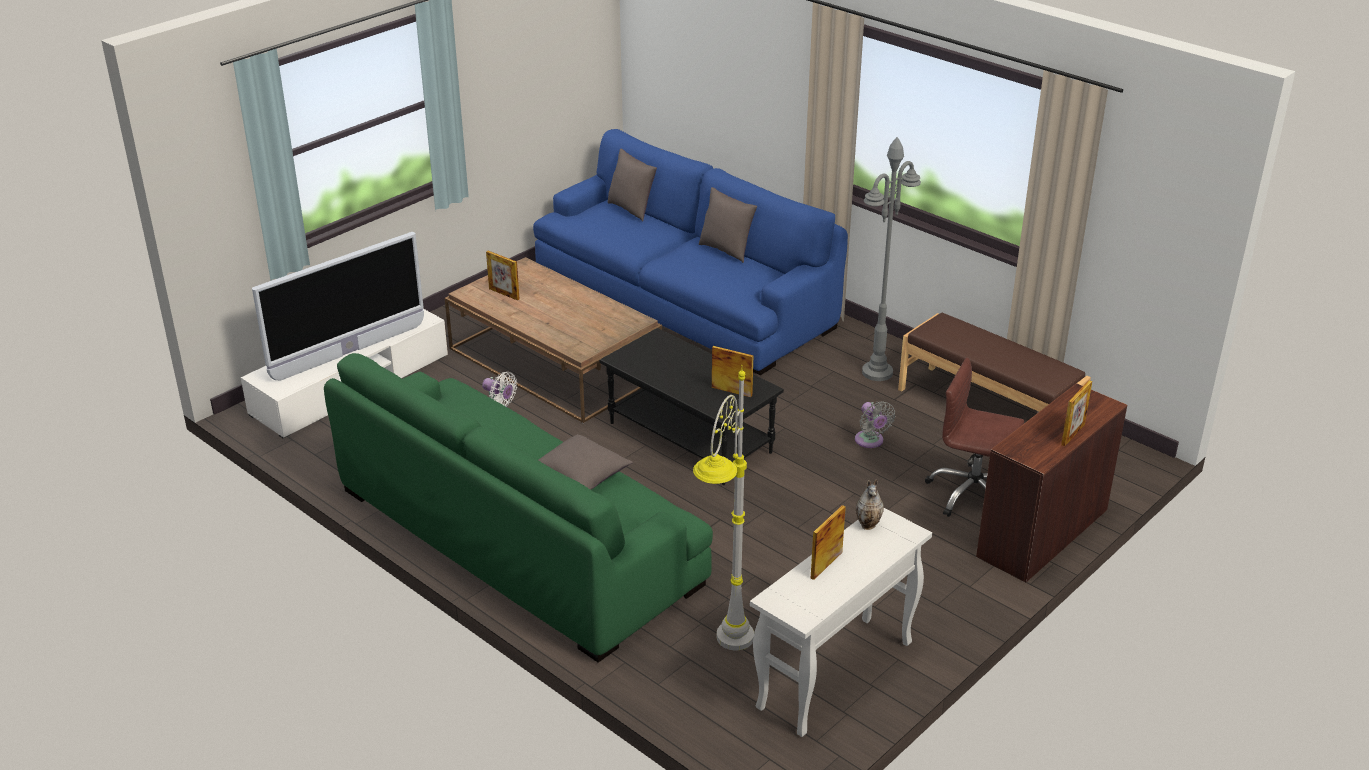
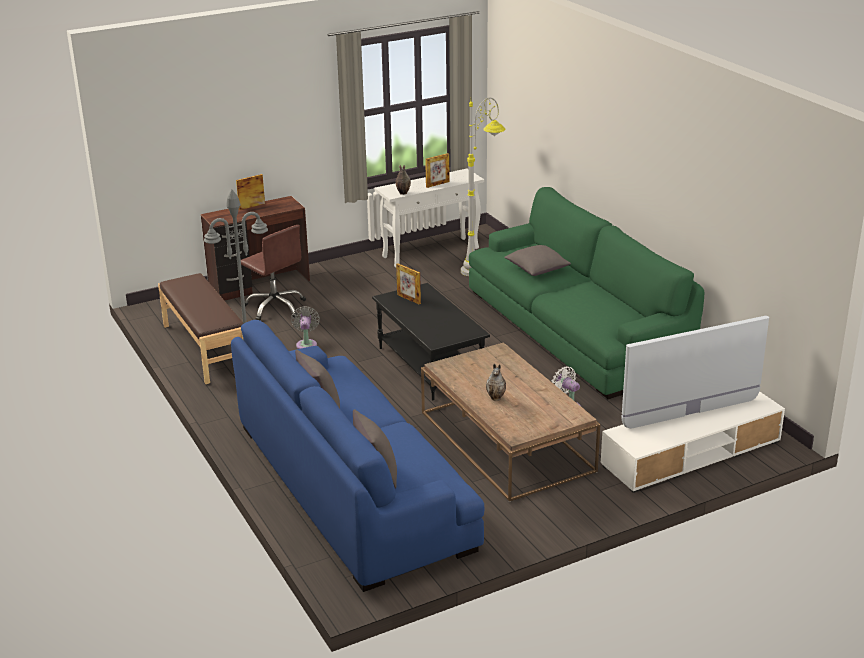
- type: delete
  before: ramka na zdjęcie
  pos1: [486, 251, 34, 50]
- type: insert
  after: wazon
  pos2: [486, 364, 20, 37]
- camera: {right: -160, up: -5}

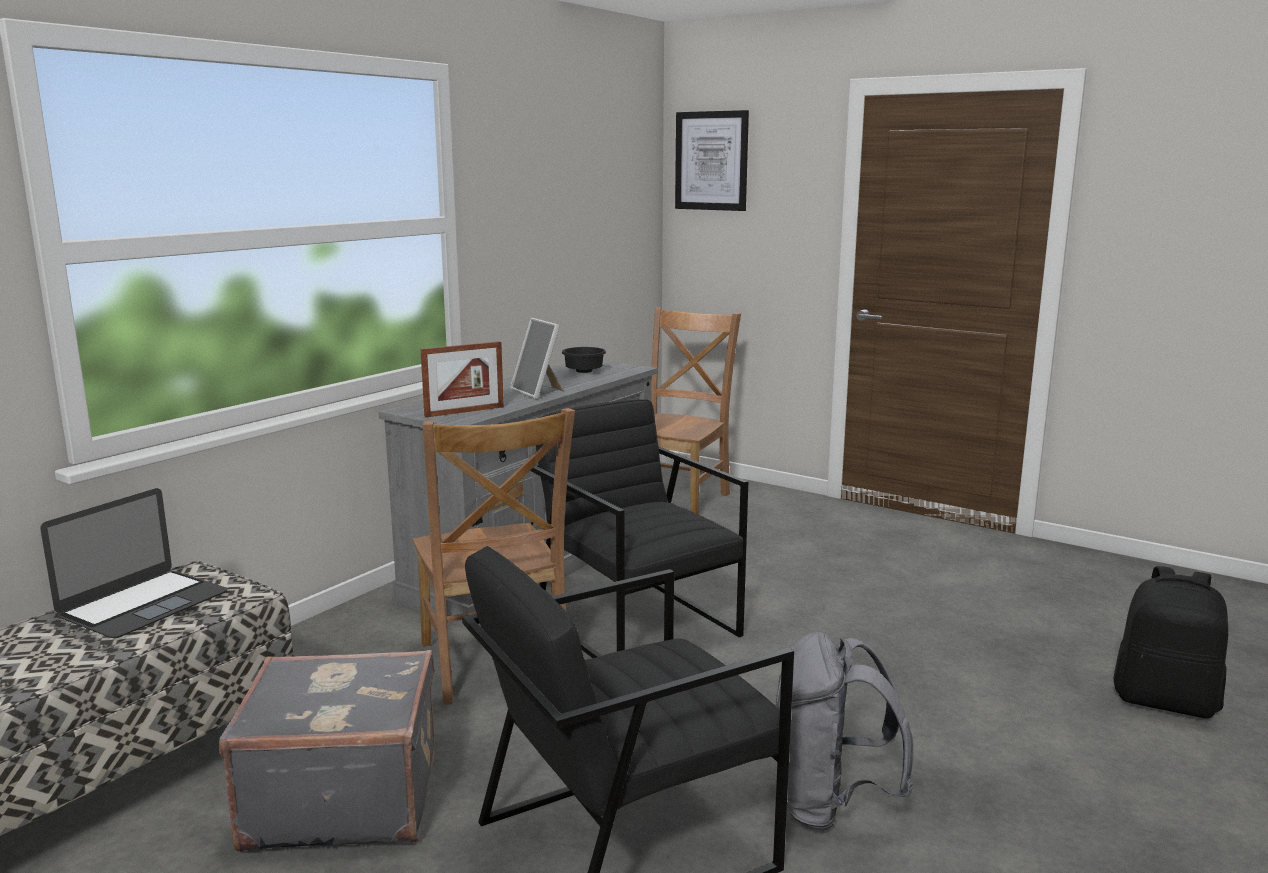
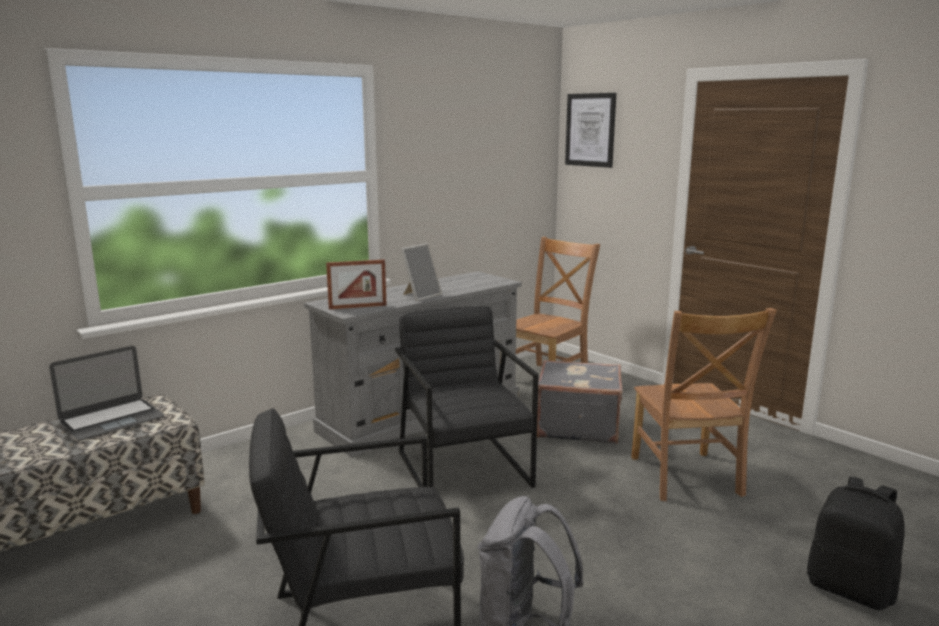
- type: delete
  before: miska (czarny)
  pos1: [562, 347, 44, 26]
- type: move
  before: walizka (szary)
  pos1: [219, 650, 216, 202]
  pos2: [537, 360, 86, 84]
- type: move
  before: krzesło (brązowy)
  pos1: [413, 408, 162, 297]
  pos2: [631, 308, 146, 193]
- type: rotate
  before: ramka na zdjęcie
  pos1: [510, 318, 54, 81]
  pos2: [401, 243, 41, 58]
  turn: -120
- camera: {right: 15, up: 0}

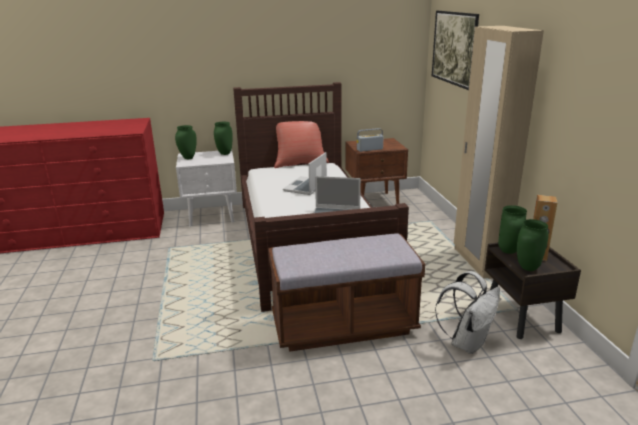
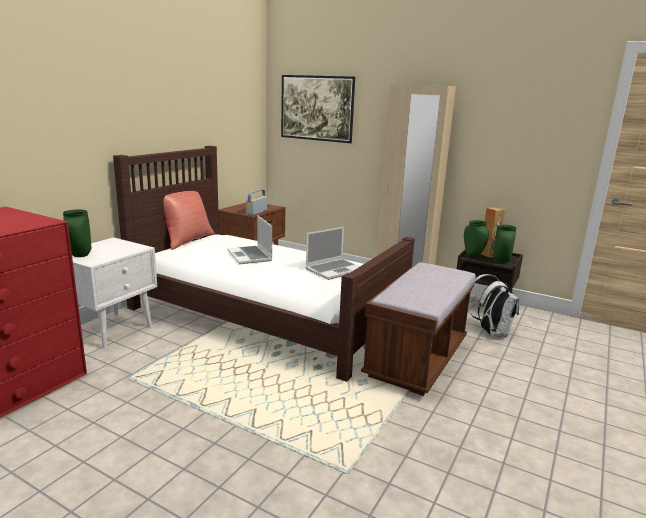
- type: delete
  before: wazon (zielony)
  pos1: [214, 122, 19, 33]
- camera: {right: -50, up: -5}

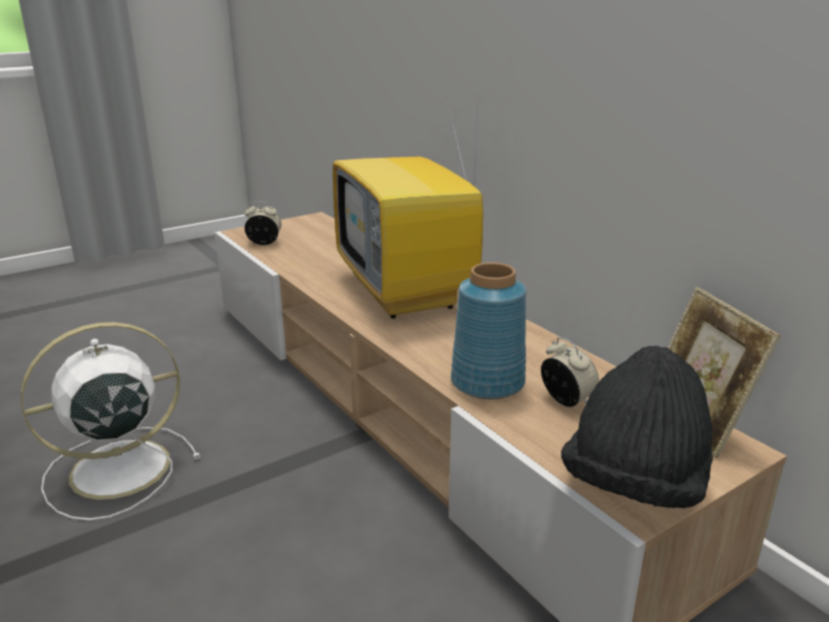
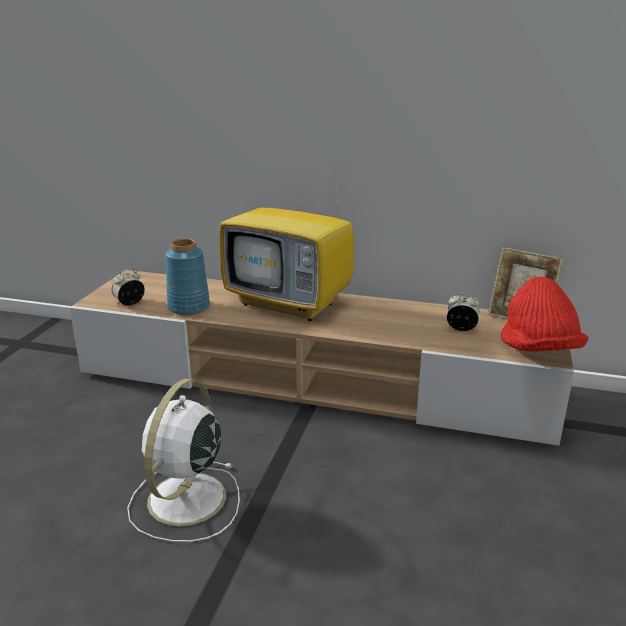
- type: move
  before: wazon (niebieski)
  pos1: [451, 262, 75, 137]
  pos2: [165, 239, 45, 76]
- type: recolor
  before: kapelusz (czarny)
  after: kapelusz (czerwony)
  pos1: [561, 346, 152, 162]
  pos2: [501, 277, 87, 75]
- camera: {right: -40, up: 0}

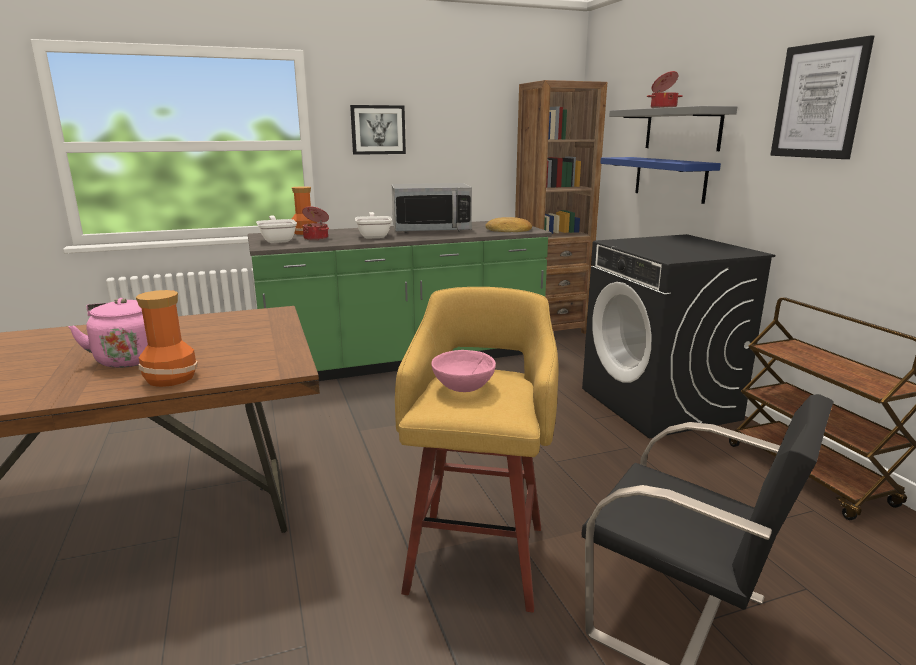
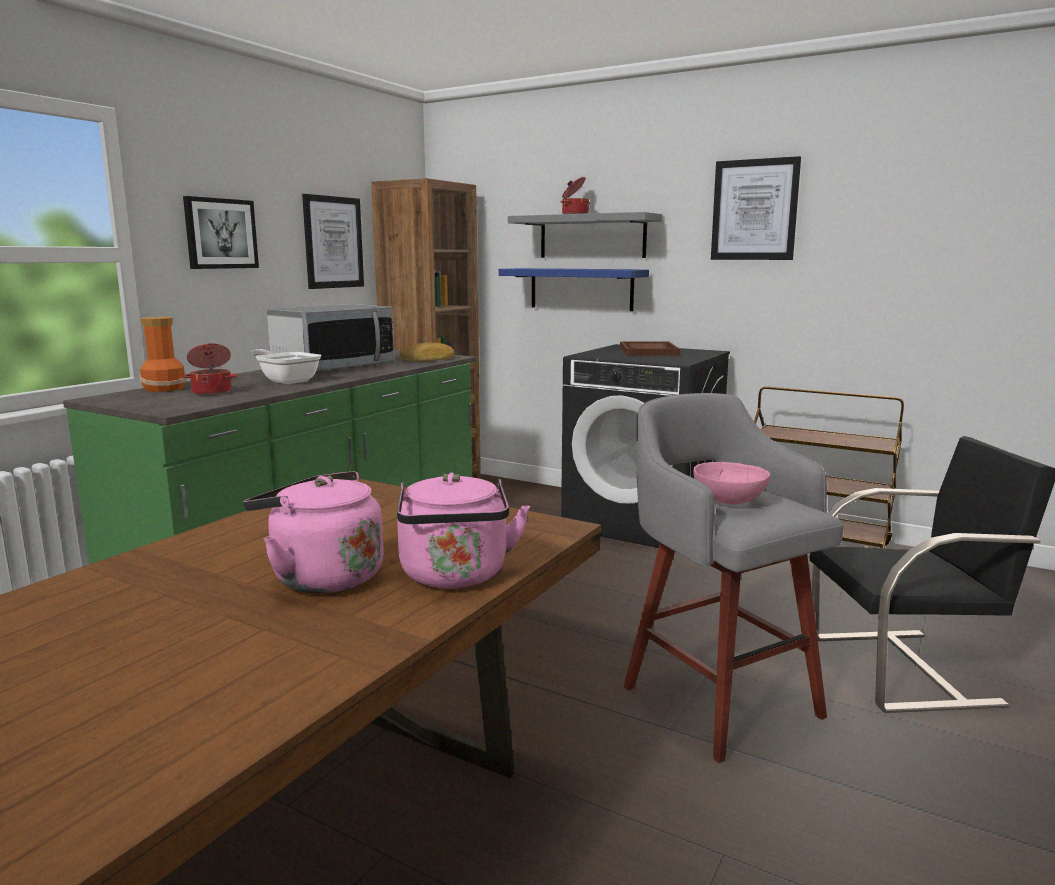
- type: delete
  before: patelnia
  pos1: [256, 216, 41, 27]
- type: insert
  after: obraz
  pos2: [302, 194, 62, 95]
- type: insert
  after: taca (brązowy)
  pos2: [620, 341, 60, 15]
- type: replace
  before: wazon
  after: czajnik (różowy)
  pos1: [136, 290, 62, 97]
  pos2: [397, 473, 133, 115]
- type: recolor
  before: stołek (żółty)
  after: stołek (szary)
  pos1: [395, 287, 163, 326]
  pos2: [623, 393, 221, 370]
- camera: {right: -40, up: -5}

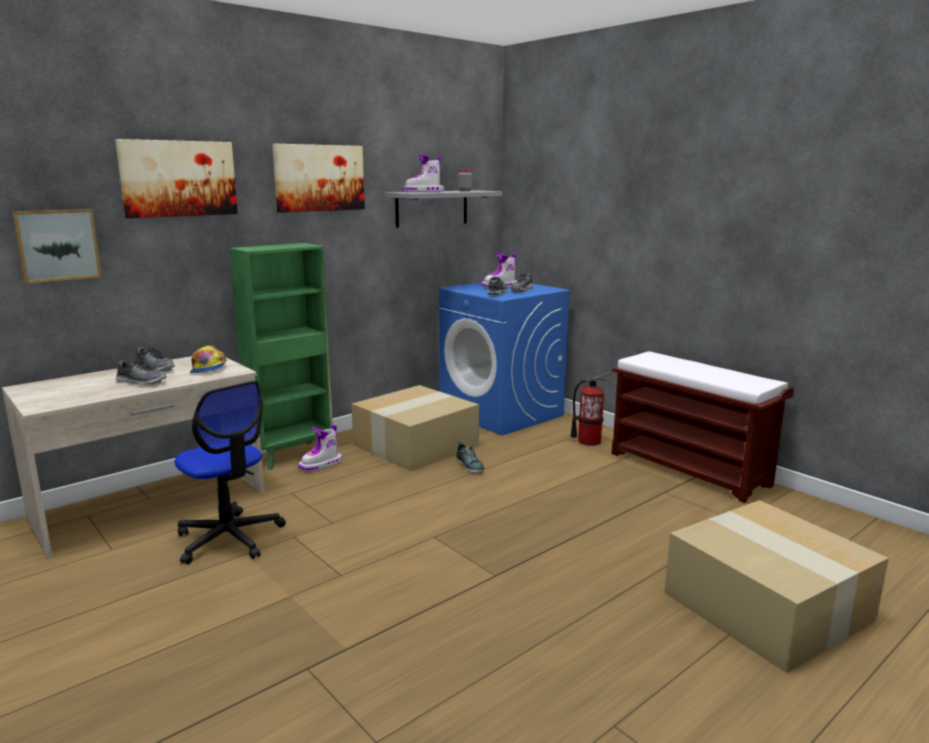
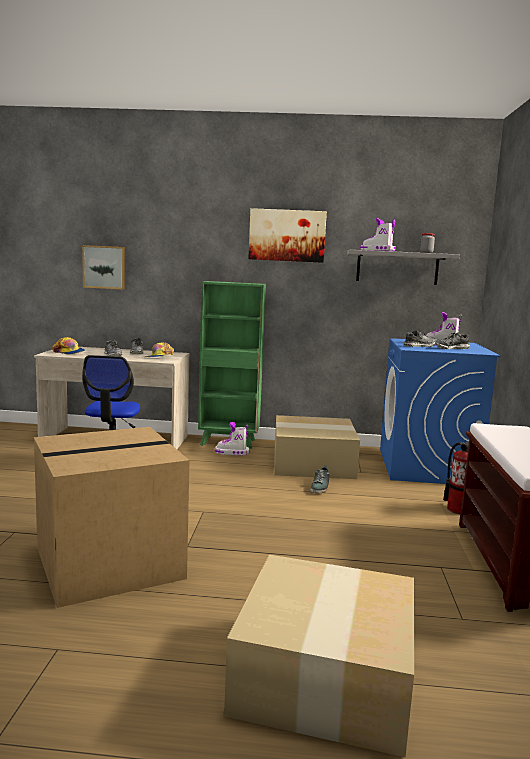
- type: delete
  before: obraz
  pos1: [115, 139, 123, 79]
- type: insert
  after: karton
  pos2: [34, 427, 155, 181]
- type: insert
  after: czapka z daszkiem
  pos2: [52, 337, 33, 17]
- camera: {right: 45, up: -5}

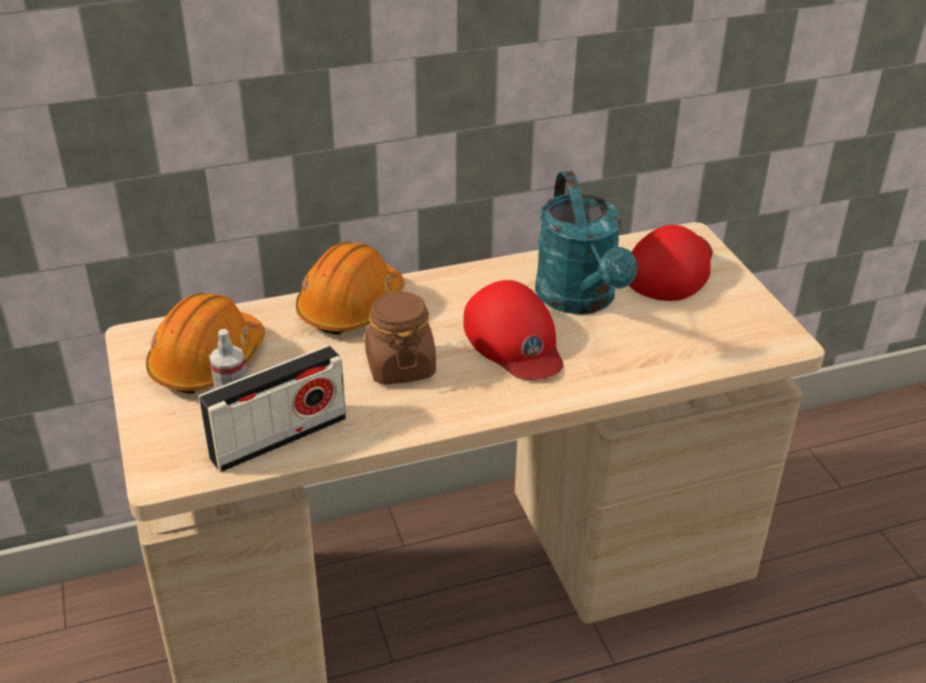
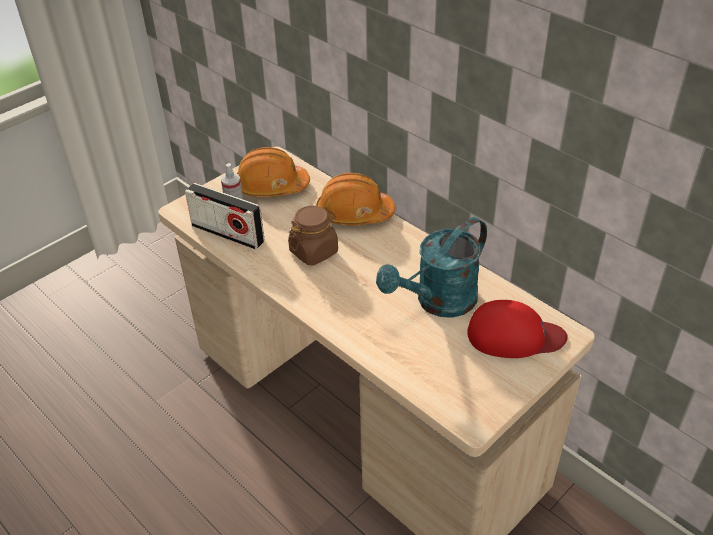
- type: delete
  before: czapka z daszkiem (czerwony)
  pos1: [463, 280, 100, 100]
- camera: {right: 65, up: 5}

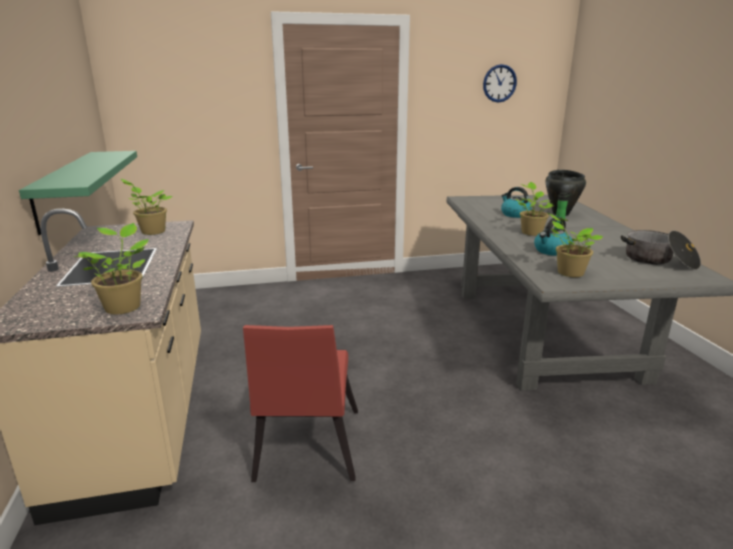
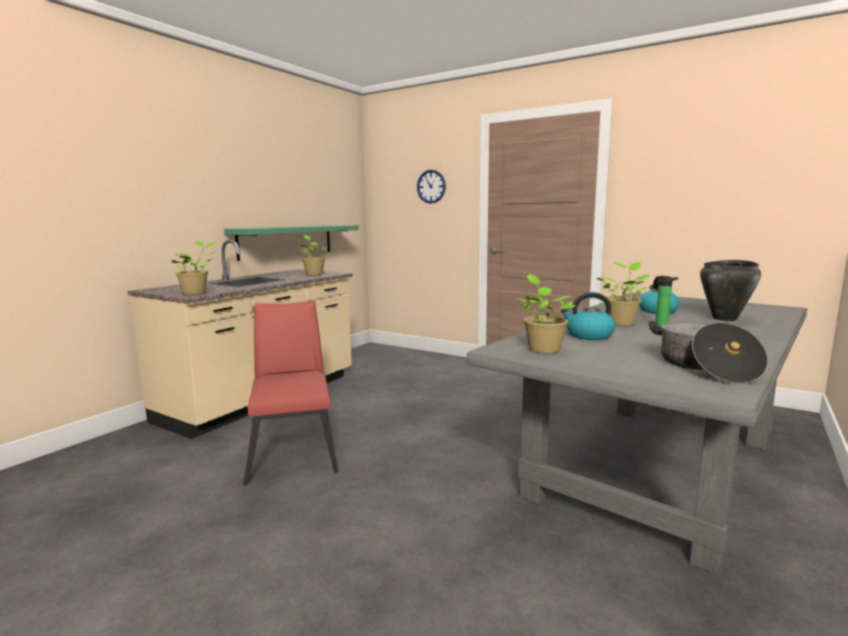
- type: move
  before: zegar ścienny
  pos1: [483, 64, 34, 38]
  pos2: [417, 170, 29, 34]
- type: rotate
  before: krzesło (czerwony)
  pos1: [243, 325, 115, 157]
  pos2: [243, 301, 95, 184]
  turn: 120
- camera: {right: 45, up: -10}

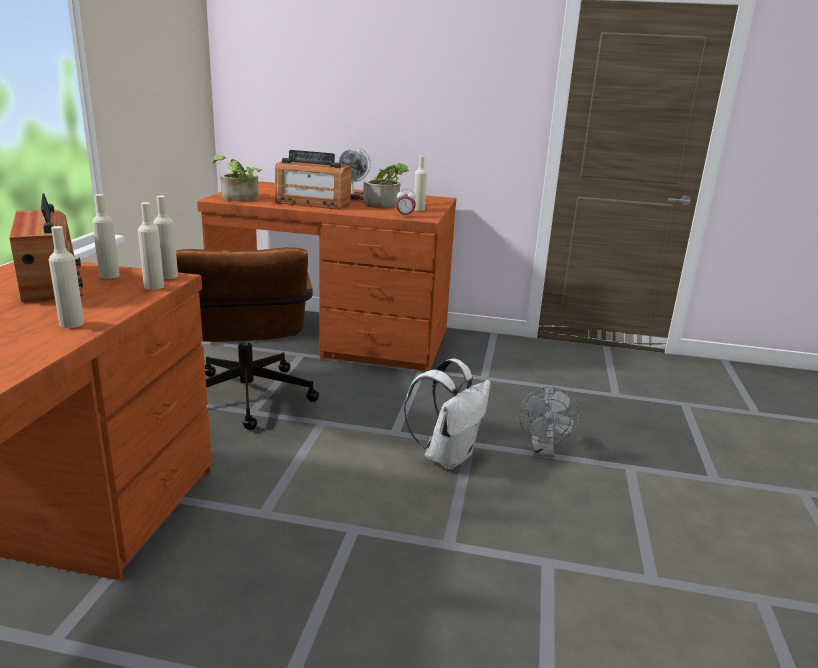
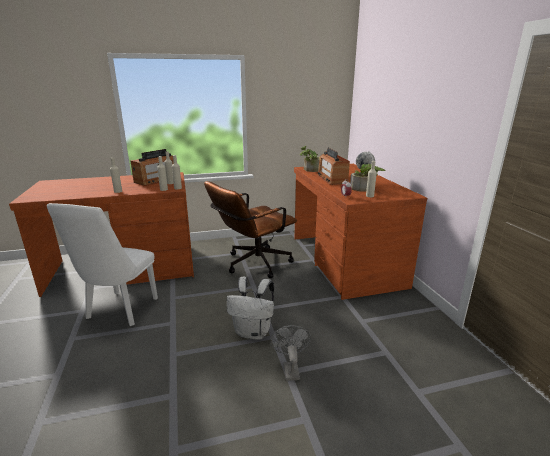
- type: insert
  after: krzesło (biały)
  pos2: [47, 203, 111, 123]
- type: rotate
  before: wentylator (szary)
  pos1: [519, 387, 60, 70]
  pos2: [270, 325, 41, 56]
  turn: 105
- camera: {right: 65, up: 0}

